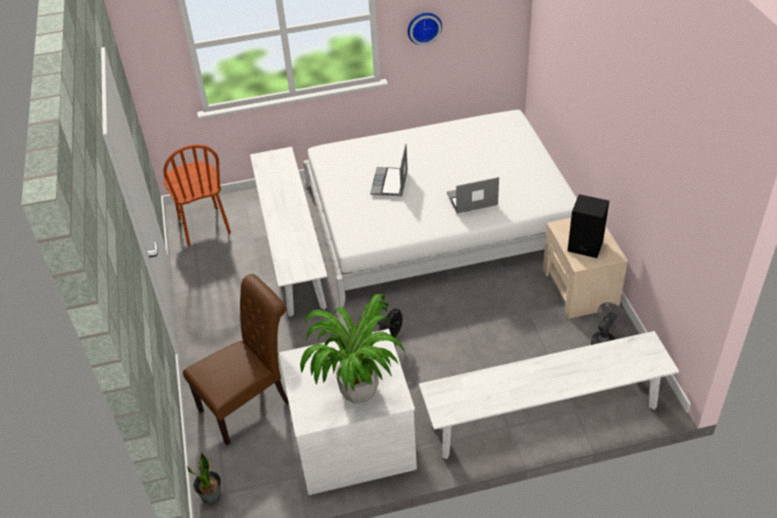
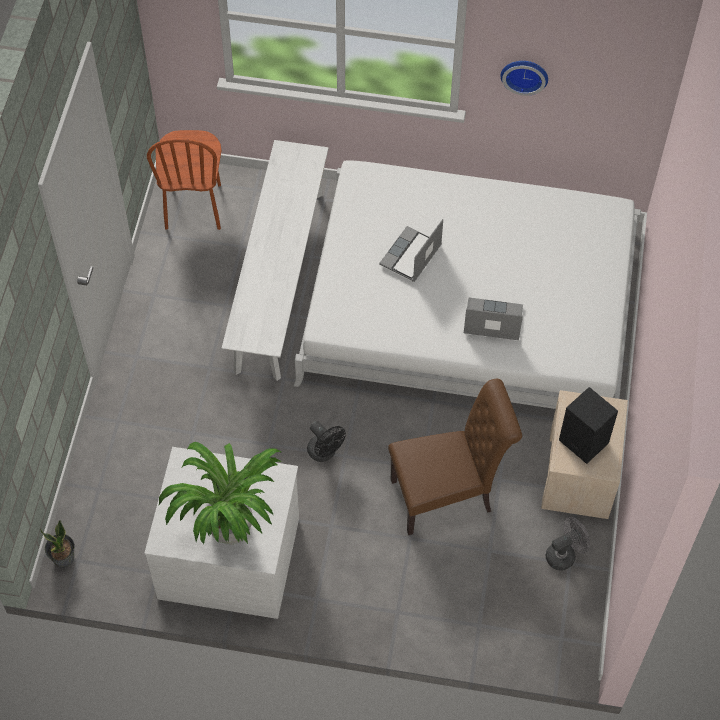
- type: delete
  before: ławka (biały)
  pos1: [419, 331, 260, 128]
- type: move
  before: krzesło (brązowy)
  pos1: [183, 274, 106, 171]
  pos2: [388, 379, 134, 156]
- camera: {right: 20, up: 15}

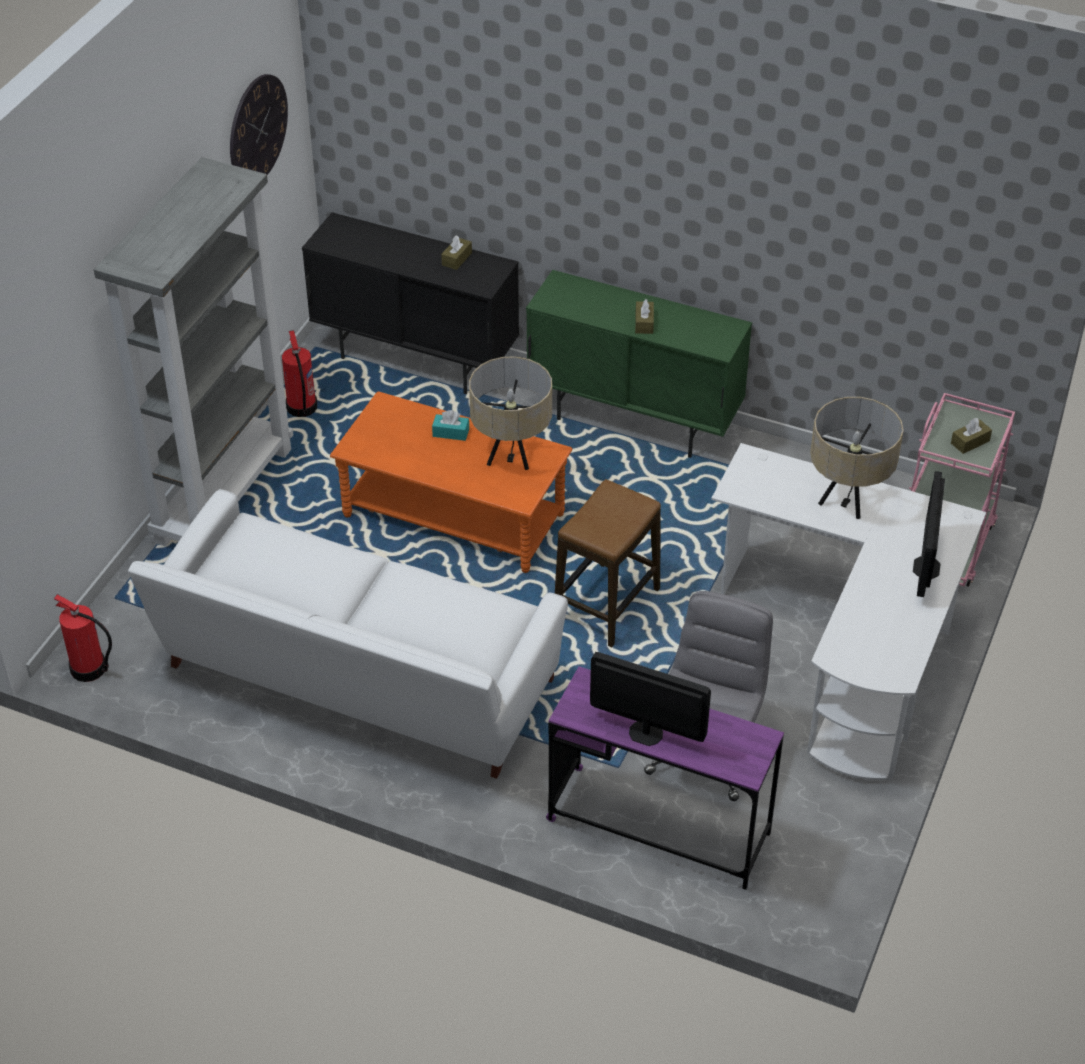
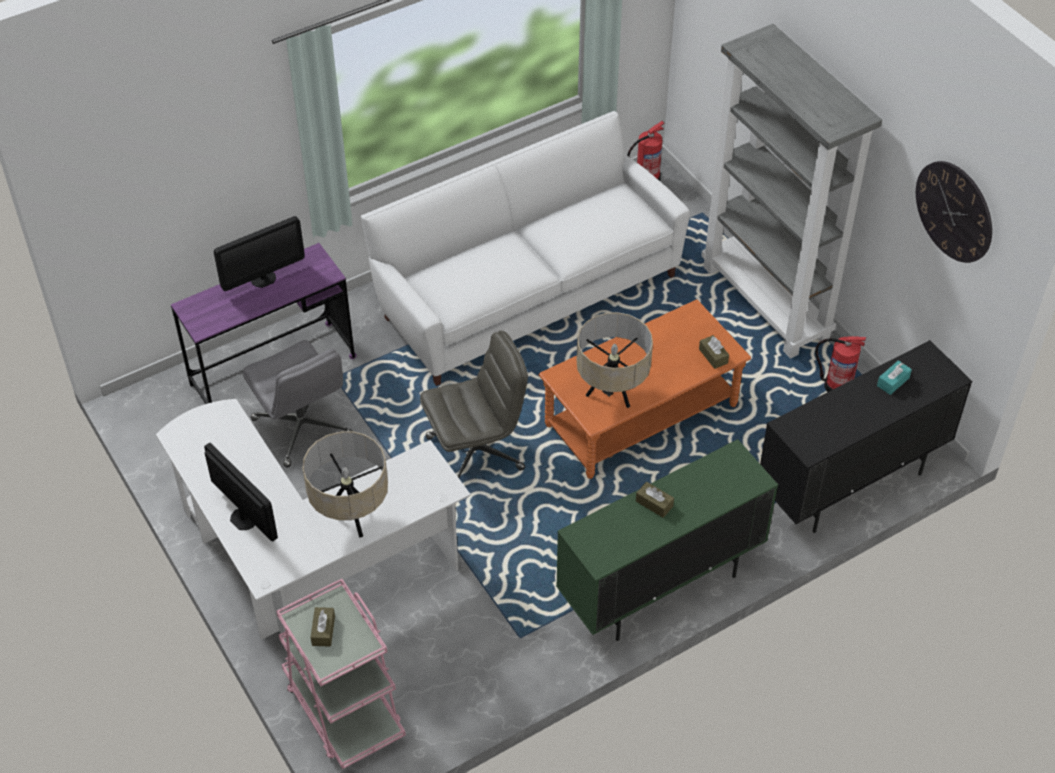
- type: move
  before: pudełko chusteczek (turkusowy)
  pos1: [432, 410, 37, 31]
  pos2: [877, 360, 35, 35]
- type: move
  before: pudełko chusteczek (brązowy)
  pos1: [441, 235, 31, 35]
  pos2: [699, 335, 30, 34]
- type: replace
  before: stołek
  after: krzesło biurowe (szary)
  pos1: [555, 479, 106, 168]
  pos2: [420, 331, 108, 147]
- camera: {right: 125, up: 5}

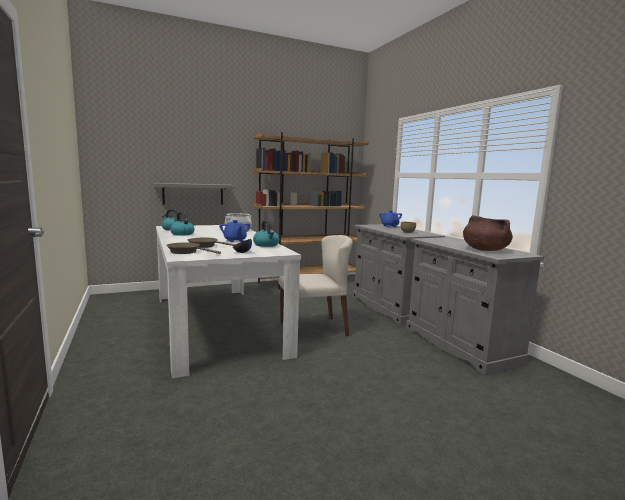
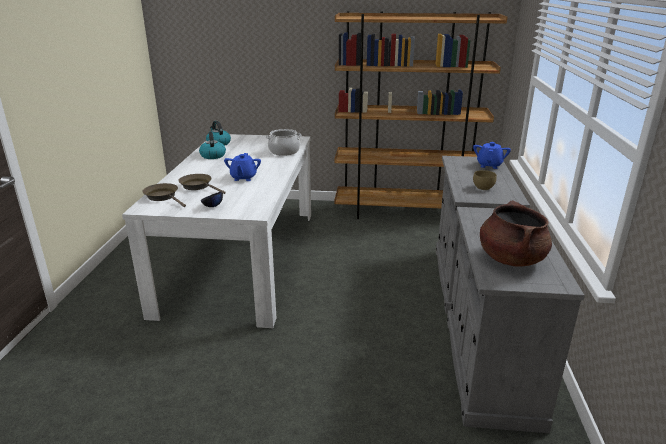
- type: delete
  before: półka (szary)
  pos1: [153, 183, 82, 22]
- type: delete
  before: czajnik
  pos1: [253, 220, 26, 27]
- type: delete
  before: krzesło (beżowy)
  pos1: [278, 235, 74, 101]
- camera: {right: 30, up: 15}

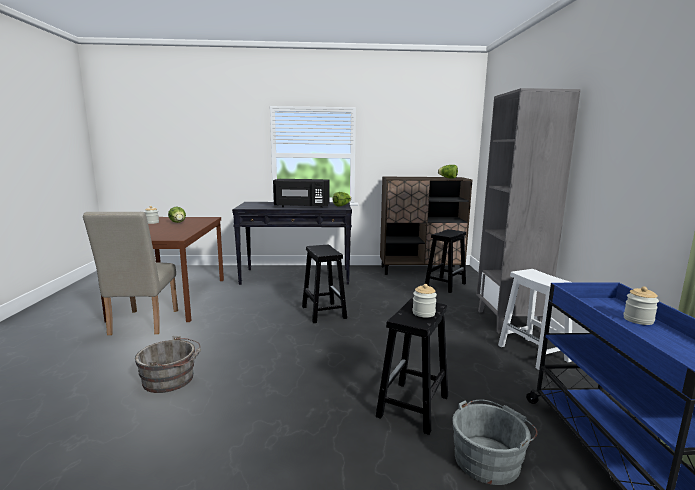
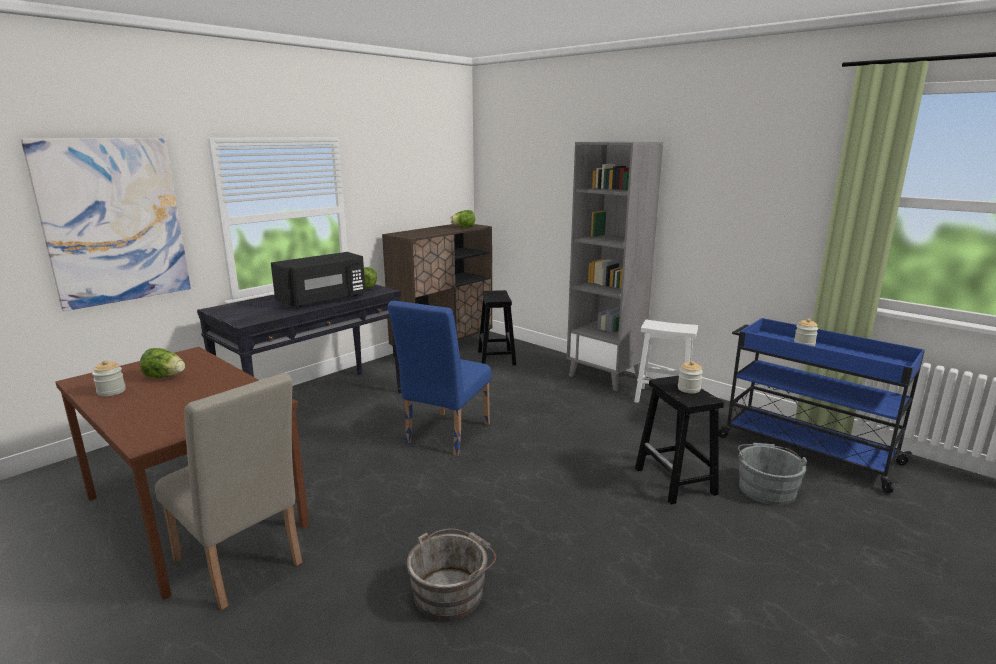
- type: insert
  after: obraz
  pos2: [21, 138, 170, 173]
- type: replace
  before: stołek (czarny)
  after: krzesło (niebieski)
  pos1: [302, 245, 45, 78]
  pos2: [387, 300, 104, 156]
- camera: {right: -45, up: 5}

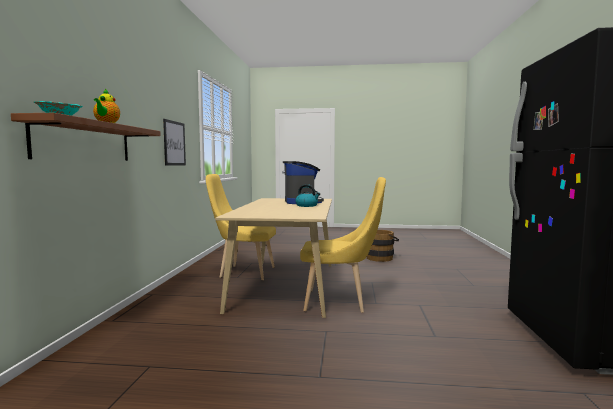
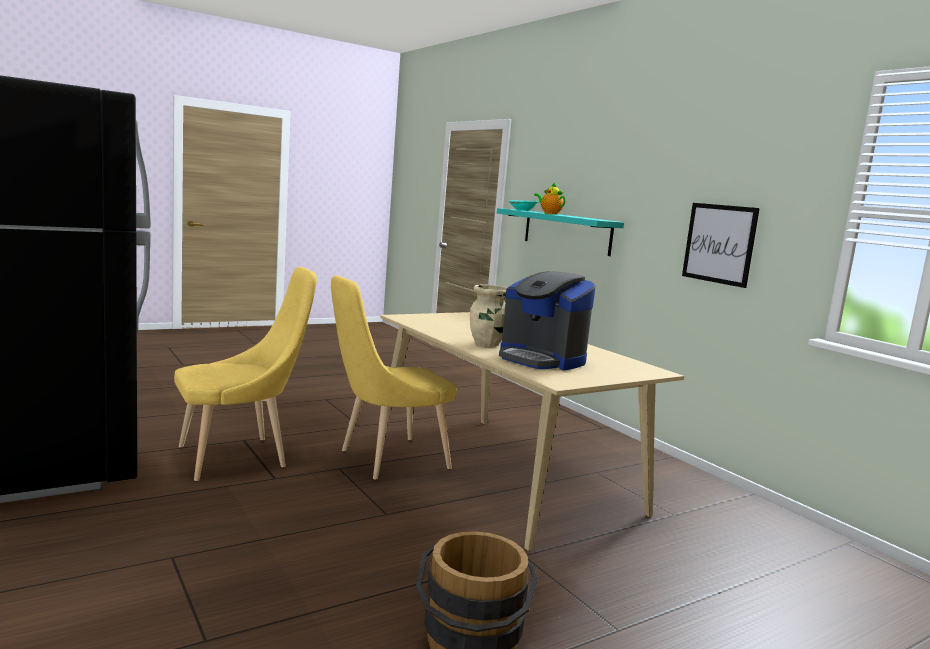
- type: move
  before: krzesło (żółty)
  pos1: [206, 174, 70, 107]
  pos2: [174, 267, 143, 214]
- type: replace
  before: czajnik
  after: wazon (beżowy)
  pos1: [296, 184, 24, 23]
  pos2: [470, 284, 37, 63]
- type: recolor
  before: półka (brązowy)
  after: półka (turkusowy)
  pos1: [11, 113, 150, 48]
  pos2: [497, 208, 127, 48]
- camera: {right: 140, up: 5}

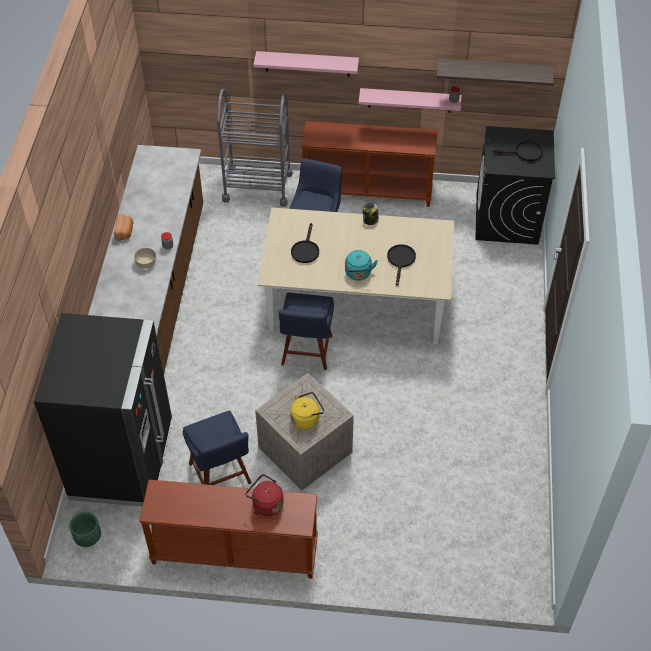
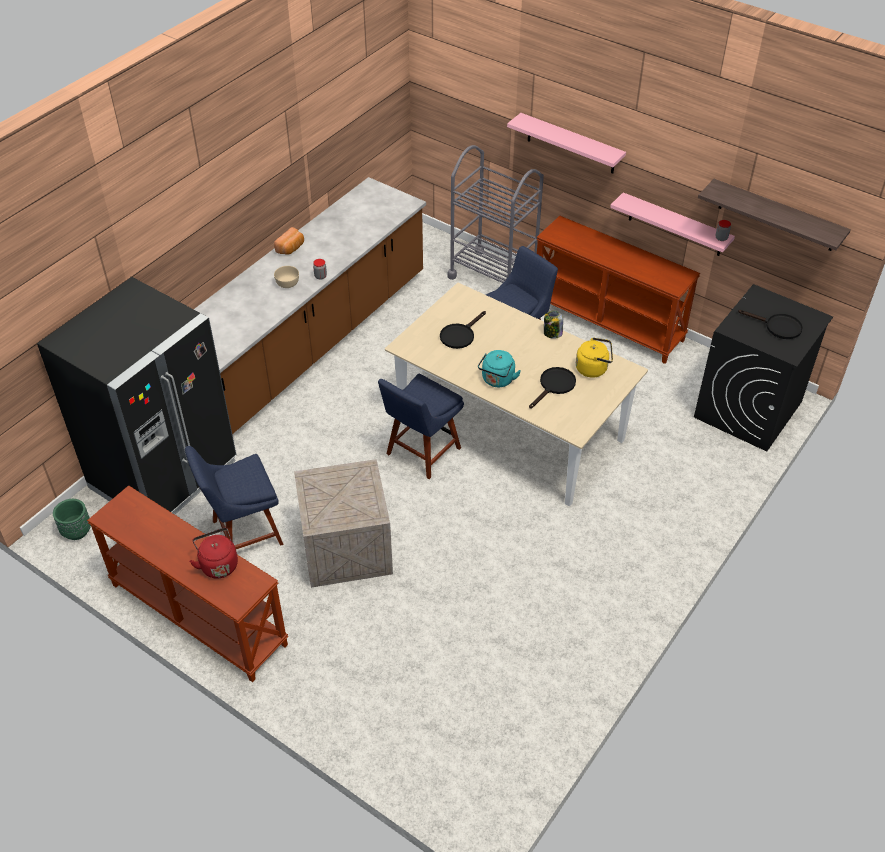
- type: move
  before: czajnik (żółty)
  pos1: [290, 392, 35, 38]
  pos2: [576, 338, 37, 40]
- type: rotate
  before: krzesło (niebieski)
  pos1: [182, 411, 69, 74]
  pos2: [185, 446, 99, 103]
  turn: 60
- camera: {right: 30, up: -5}

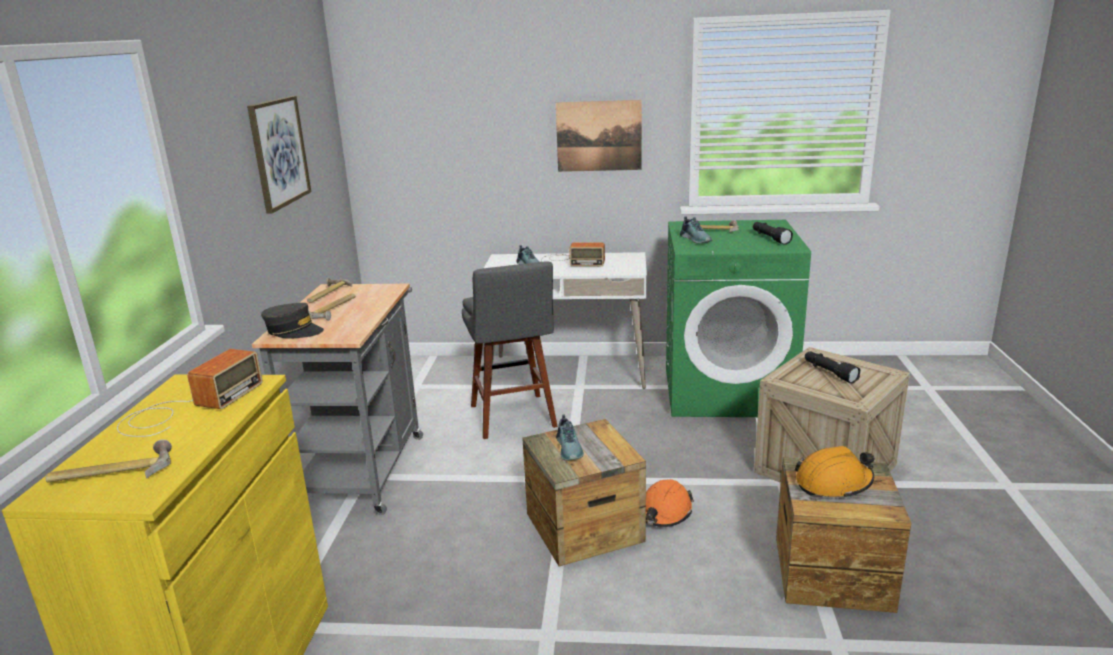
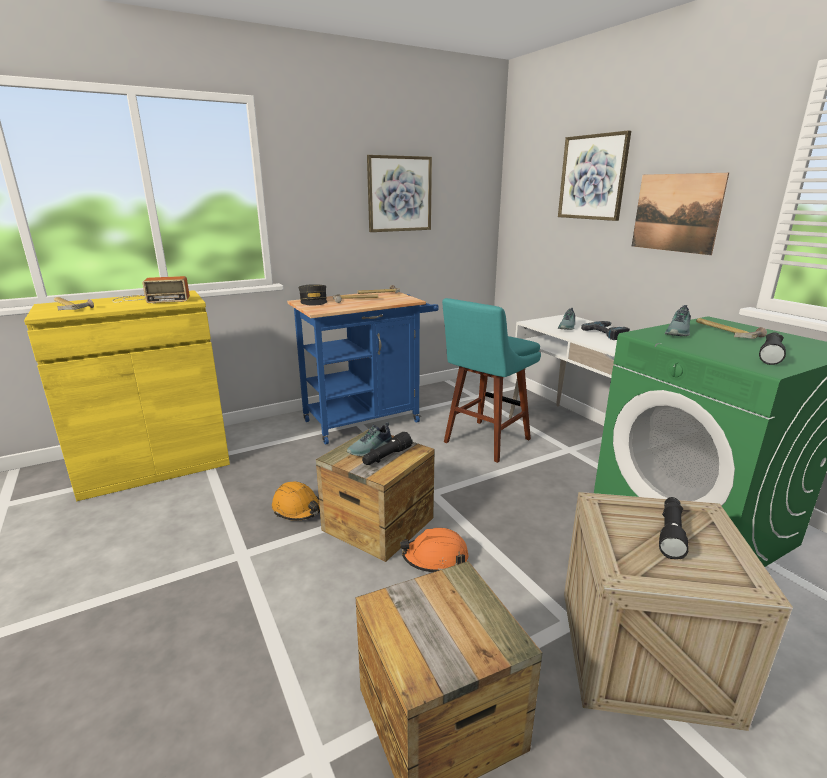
- type: insert
  after: latarka (czarny)
  pos2: [362, 432, 51, 33]
- type: insert
  after: obraz
  pos2: [558, 131, 73, 90]
- type: move
  before: kask (pomarańczowy)
  pos1: [795, 446, 80, 53]
  pos2: [272, 481, 48, 40]
- type: replace
  before: radio
  after: wiertarka
  pos1: [541, 243, 64, 23]
  pos2: [581, 321, 49, 19]
- type: recolor
  before: wózek (szary)
  after: wózek (niebieski)
  pos1: [252, 284, 171, 231]
  pos2: [287, 292, 152, 153]
- type: recolor
  before: stołek (szary)
  after: stołek (turkusowy)
  pos1: [462, 261, 96, 178]
  pos2: [442, 298, 99, 165]
- camera: {right: 55, up: 0}

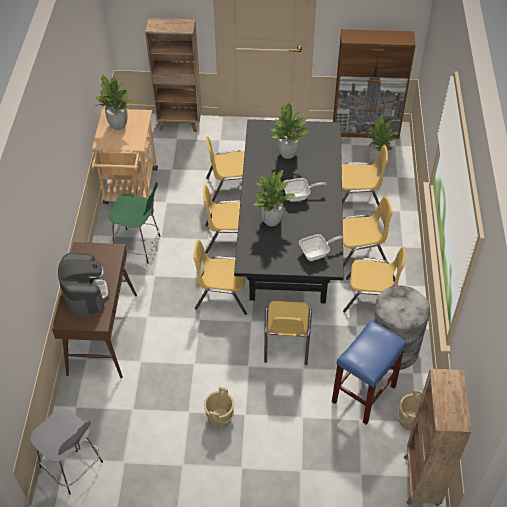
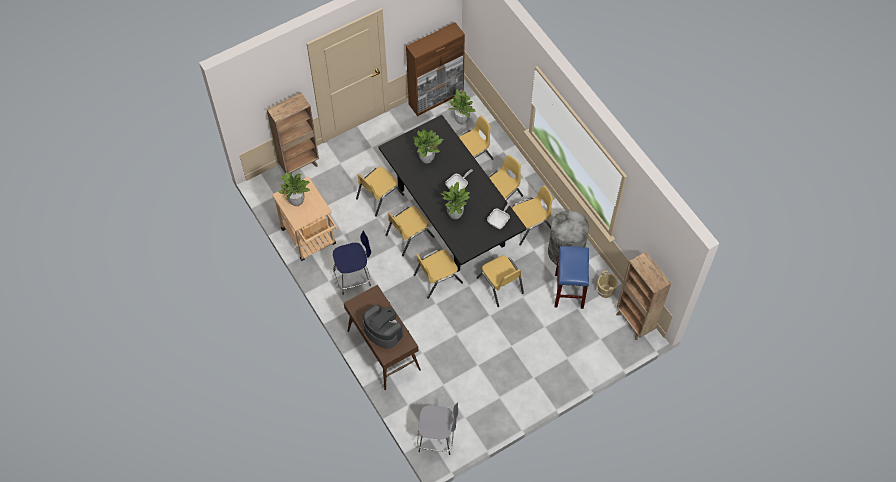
- type: delete
  before: wiadro (beżowy)
  pos1: [204, 387, 30, 41]
- type: recolor
  before: stołek (zielony)
  after: stołek (niebieski)
  pos1: [109, 182, 52, 82]
  pos2: [333, 230, 38, 65]
- camera: {right: -35, up: 10}

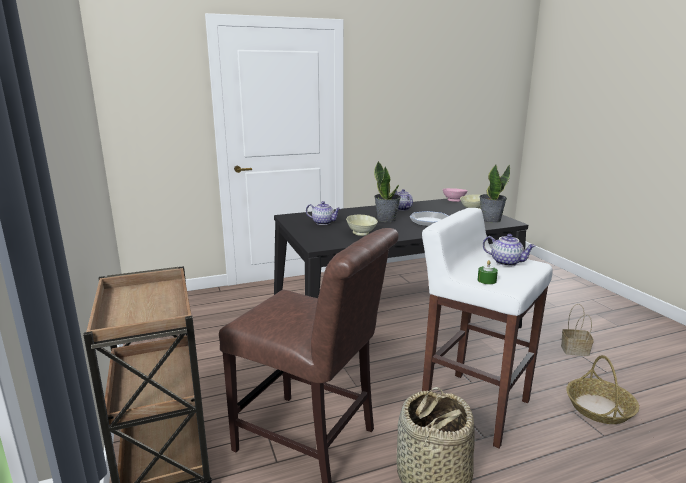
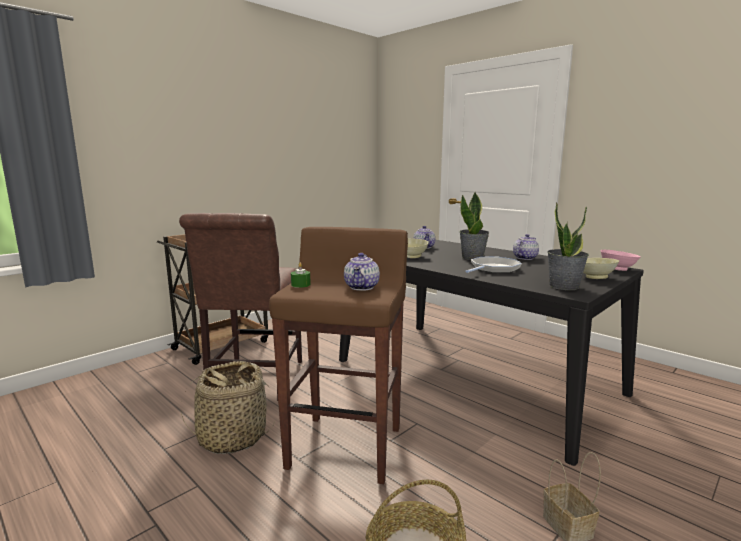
- type: recolor
  before: stołek (biały)
  after: stołek (brązowy)
  pos1: [422, 208, 131, 240]
  pos2: [269, 227, 139, 257]
- camera: {right: 65, up: -5}

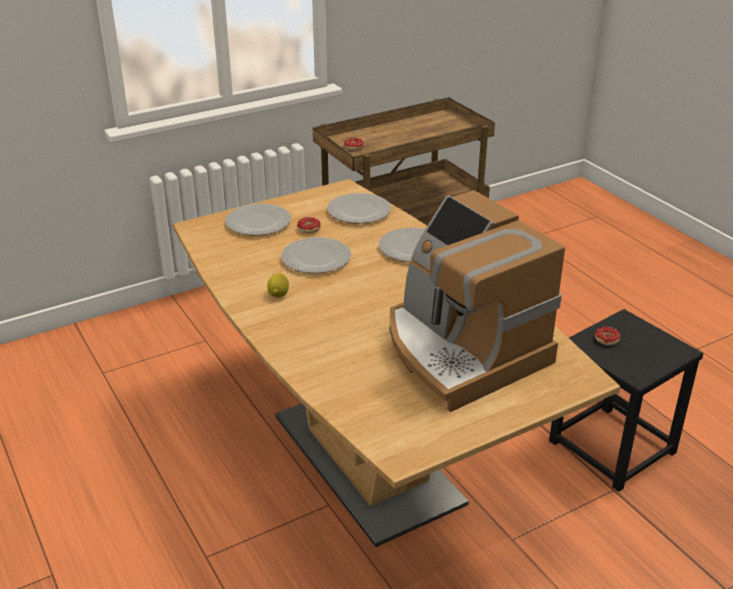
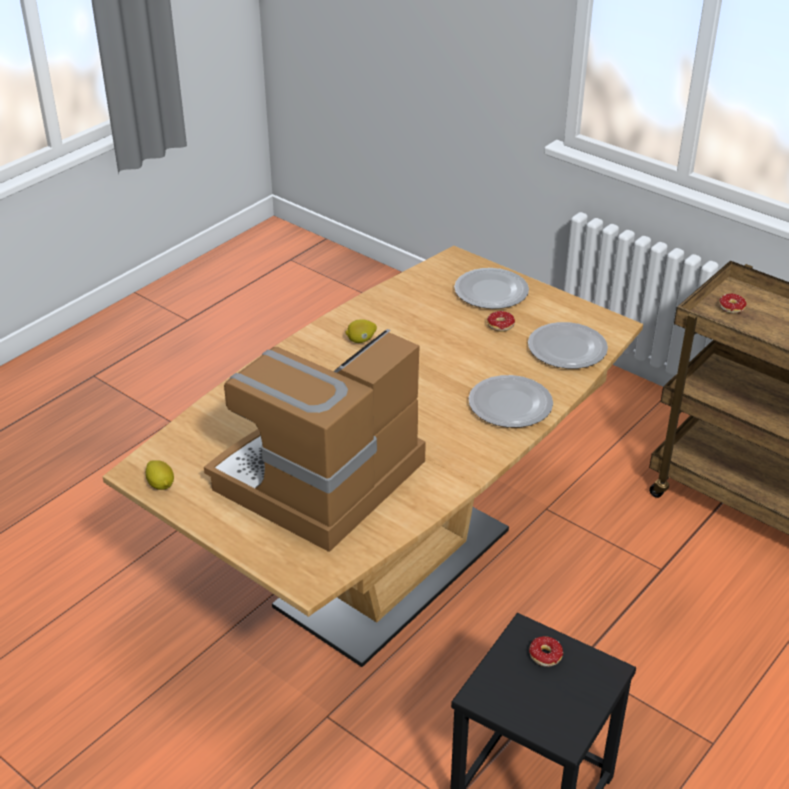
- type: delete
  before: talerz
  pos1: [281, 237, 70, 36]
- type: insert
  after: cytryna
  pos2: [146, 461, 28, 29]
- camera: {right: 70, up: 5}

